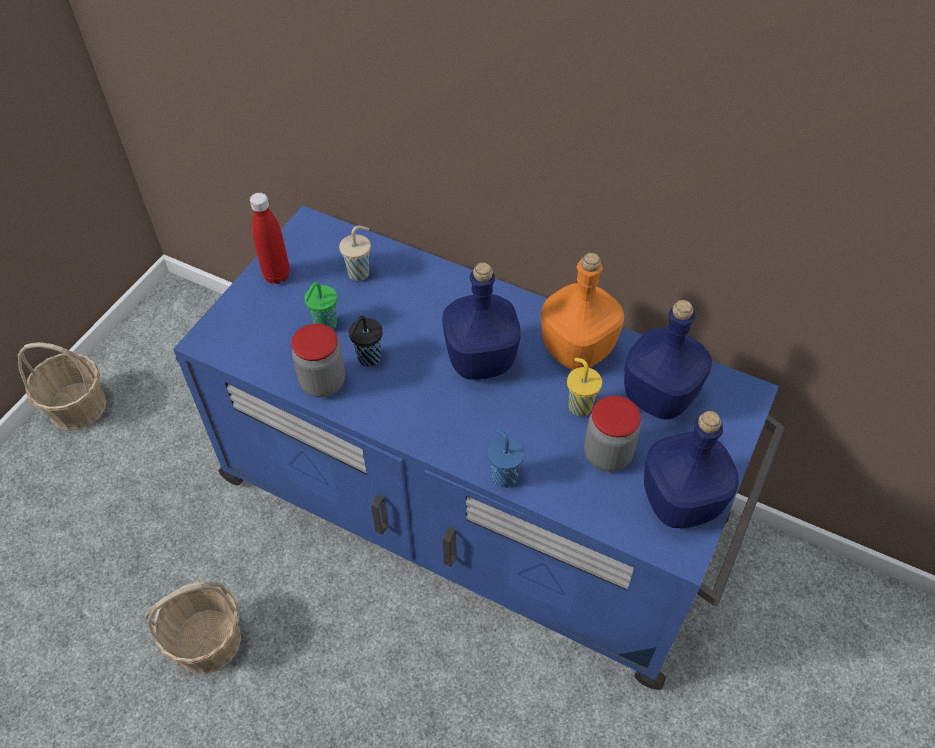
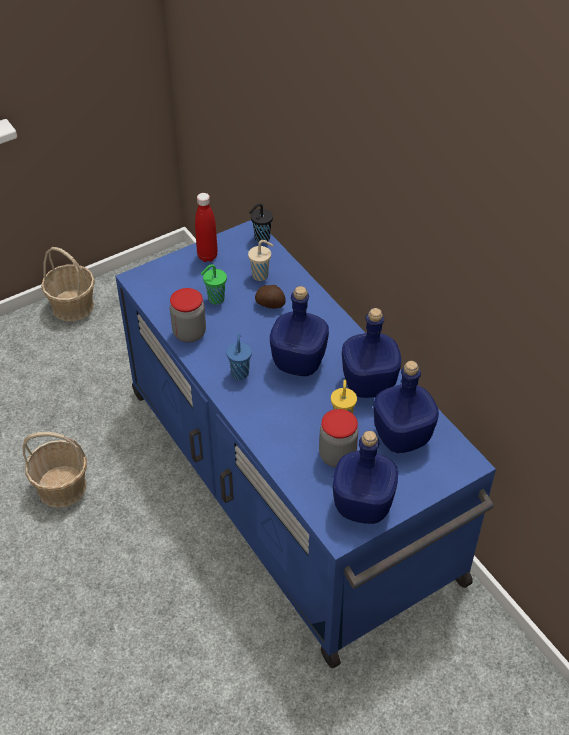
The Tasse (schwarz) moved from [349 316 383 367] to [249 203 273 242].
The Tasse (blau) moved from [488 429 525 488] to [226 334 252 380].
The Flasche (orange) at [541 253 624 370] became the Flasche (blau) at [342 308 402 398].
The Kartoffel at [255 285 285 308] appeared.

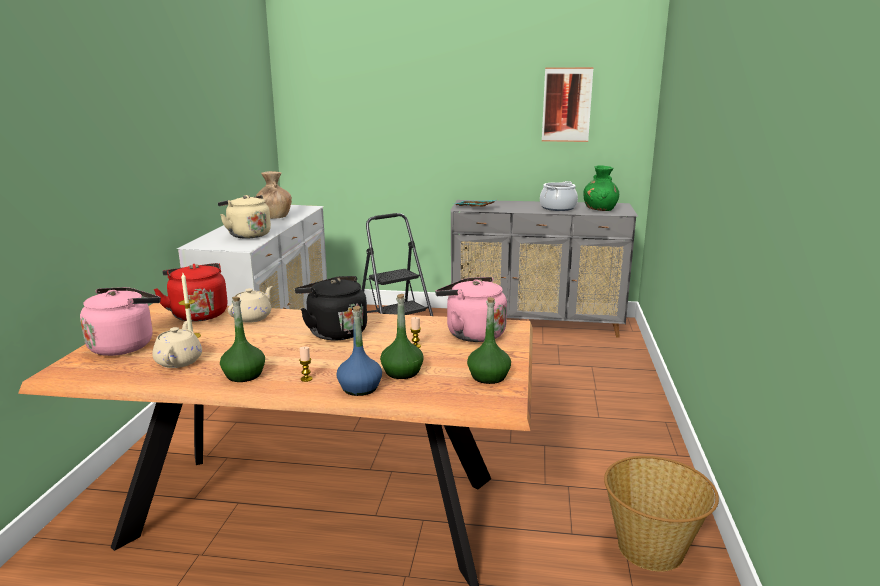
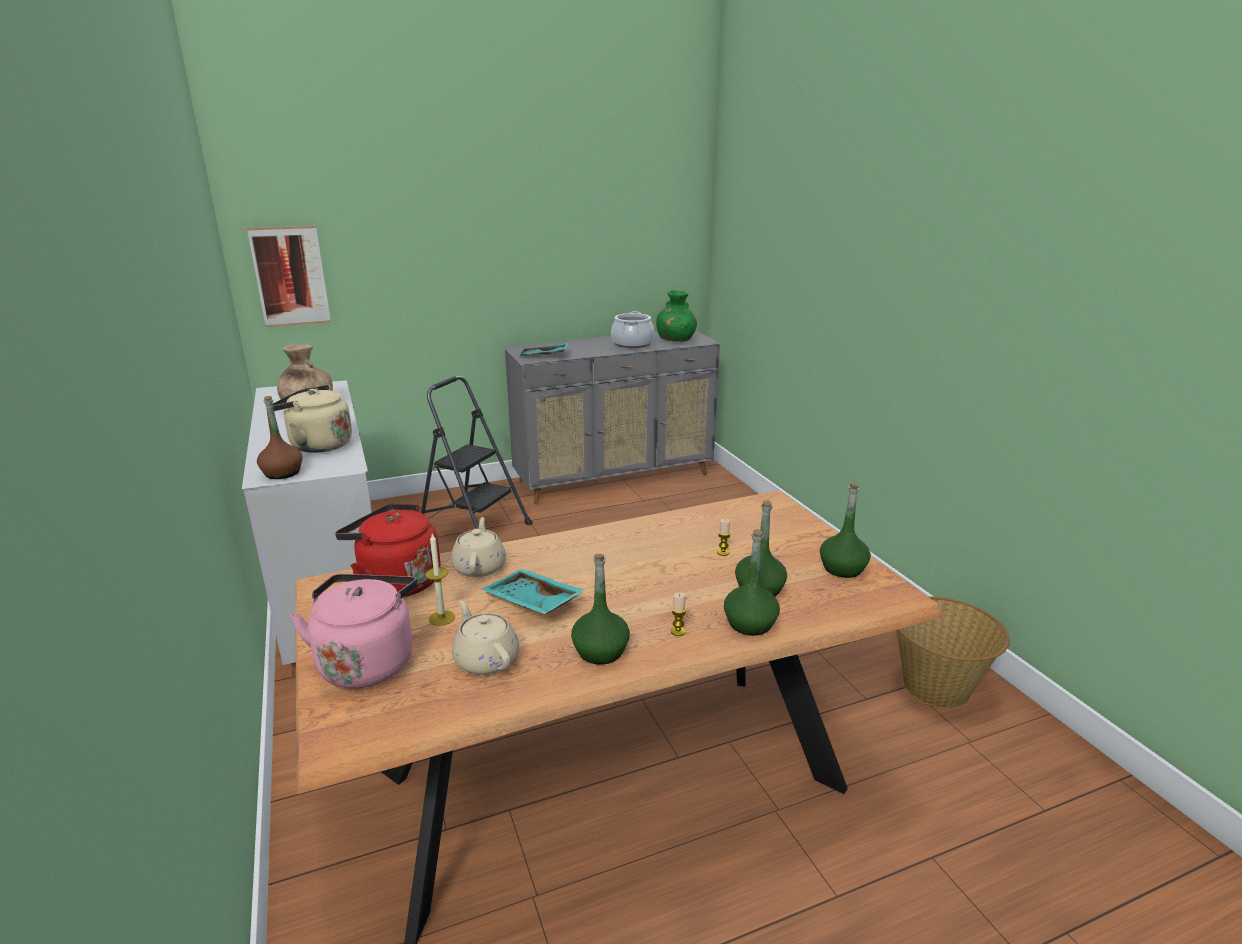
The Wasserkessel (schwarz) at [295 276 367 340] disappeared.
The Flasche (blau) at [336 306 382 396] became the Flasche (grün) at [724 529 780 636].
The Wasserkessel (rosa) at [435 277 507 342] disappeared.
The Bild moved from [542 67 594 142] to [247 226 331 327].
The Flasche (braun) at [257 396 303 479] appeared.
The Tablett (türkis) at [481 569 585 614] appeared.

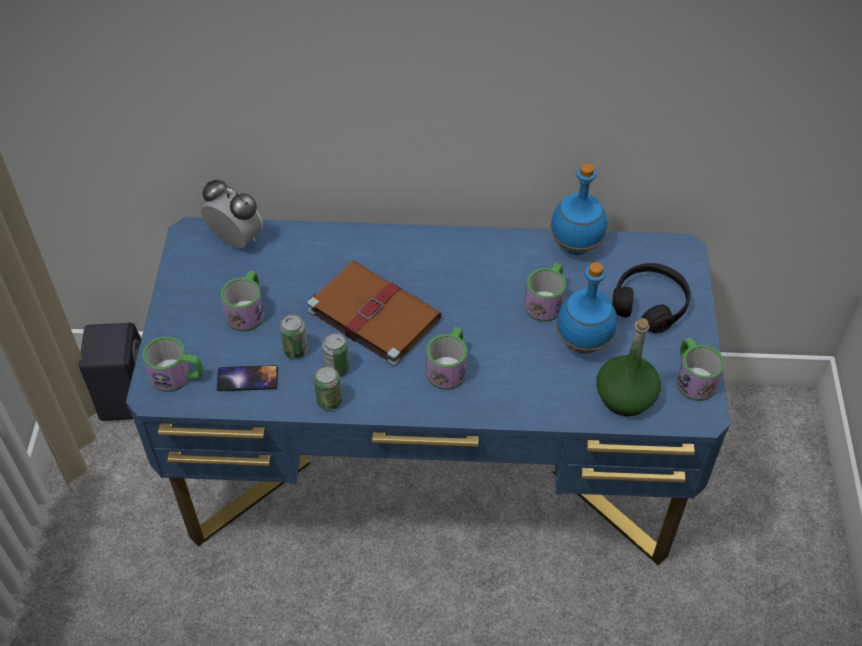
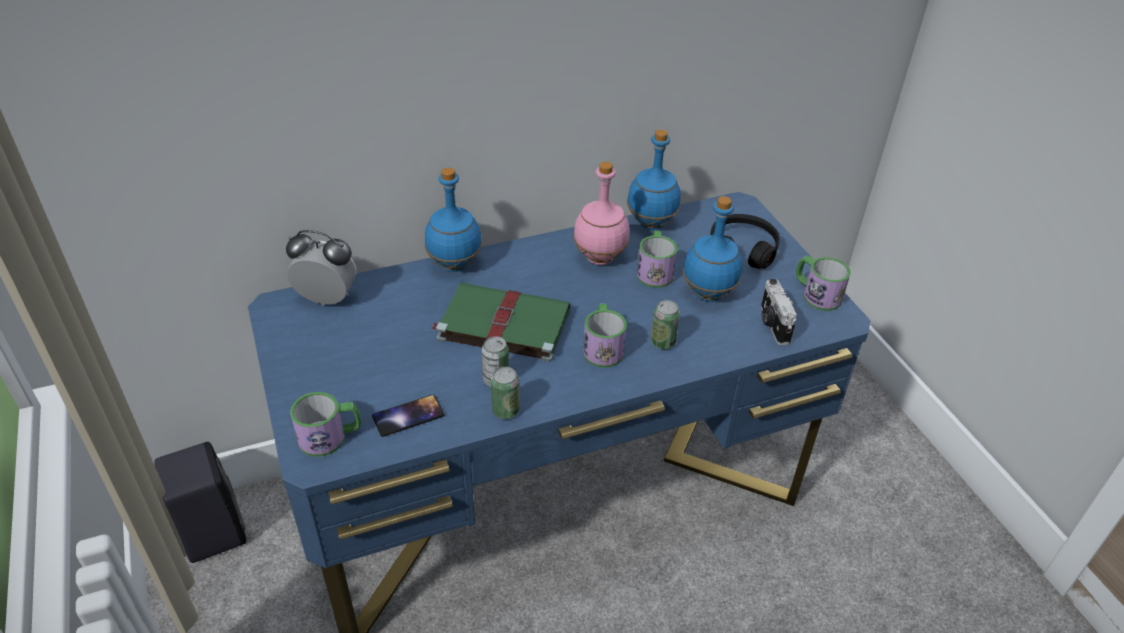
The Henkelbecher at [221 271 264 332] disappeared.
The Dose moved from [280 315 308 359] to [651 300 680 349].
The Buch (braun) at [308 261 442 366] became the Buch (grün) at [431 283 570 362].
The Flasche (grün) at [596 318 661 416] was replaced by the Kamera at [761 279 797 345].
The Flasche (blau) at [425 168 482 272] appeared.
The Flasche (rosa) at [573 162 629 265] appeared.

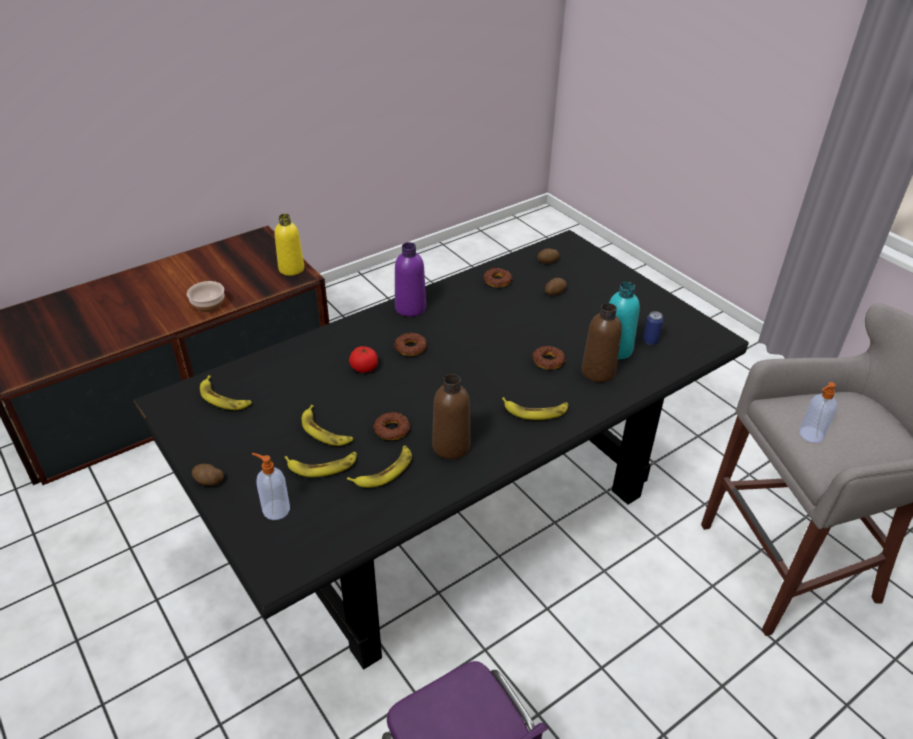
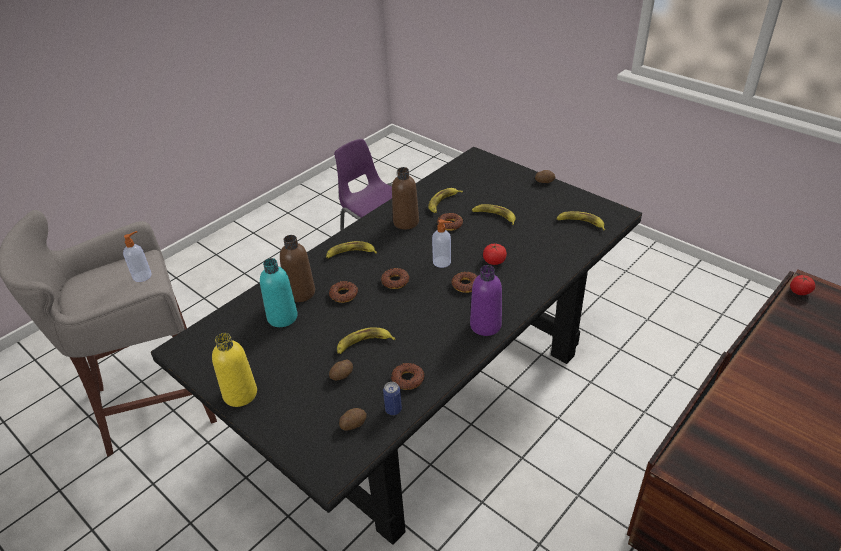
The Schüssel at [187 281 225 313] disappeared.
The Seifenspender moved from [252 453 290 520] to [432 219 452 268].
The Flasche (gelb) moved from [275 214 304 276] to [212 333 257 407].
The Banane moved from [284 452 357 477] to [337 327 396 354].
The Dose moved from [643 311 663 345] to [383 382 402 415].
The Donut at [381 268 409 289] appeared.
The Tomate at [790 275 815 295] appeared.

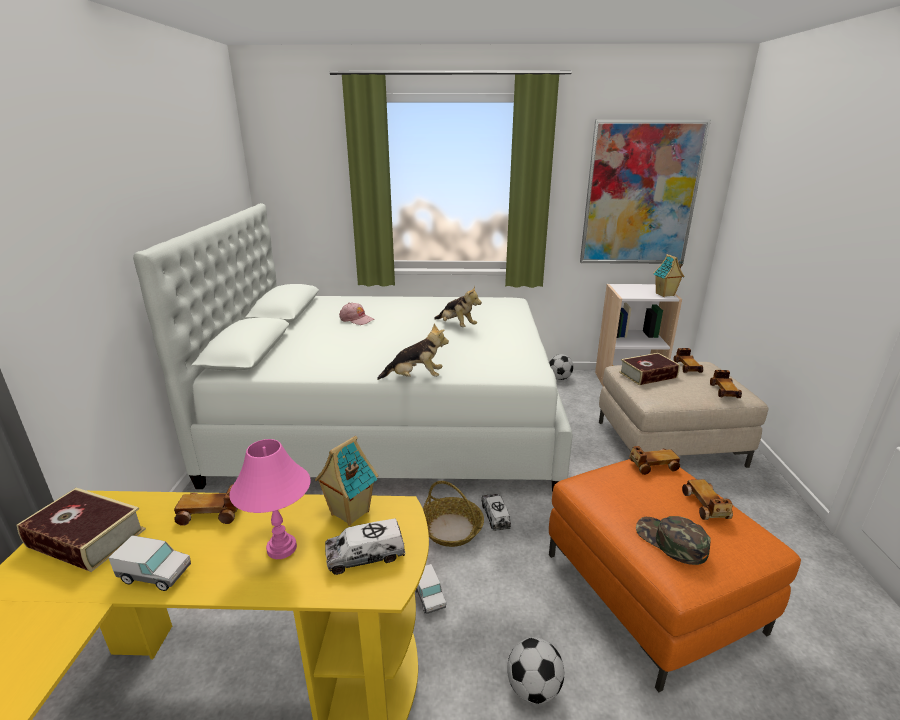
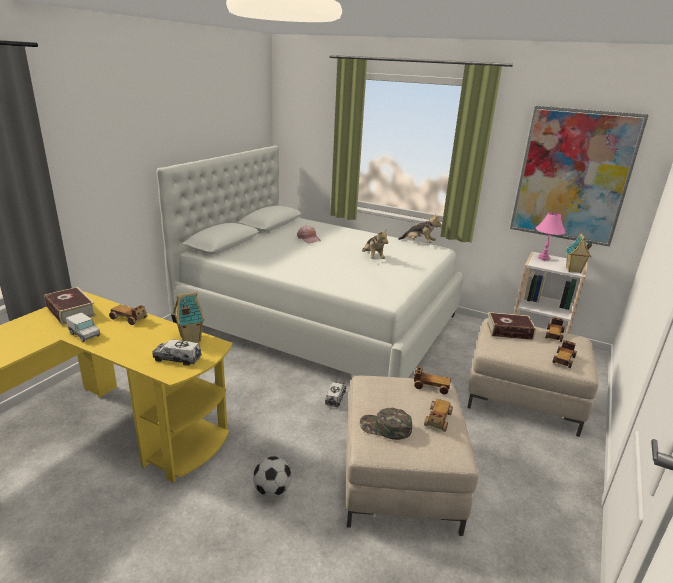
The Tischlampe (rosa) moved from [229 439 311 559] to [536 212 566 260].
The Plüschtier moved from [377 324 449 380] to [398 213 442 243].
The Spielzeuglaster at [416 564 446 614] disappeared.
The Korb at [423 481 484 547] disappeared.
The Fußball at [549 354 574 380] disappeared.
The Polsterhocker (orange) at [549 459 801 692] became the Polsterhocker (beige) at [346 376 479 536].
The Kappe (grün) at [636 516 711 565] turned 60 degrees counterclockwise.

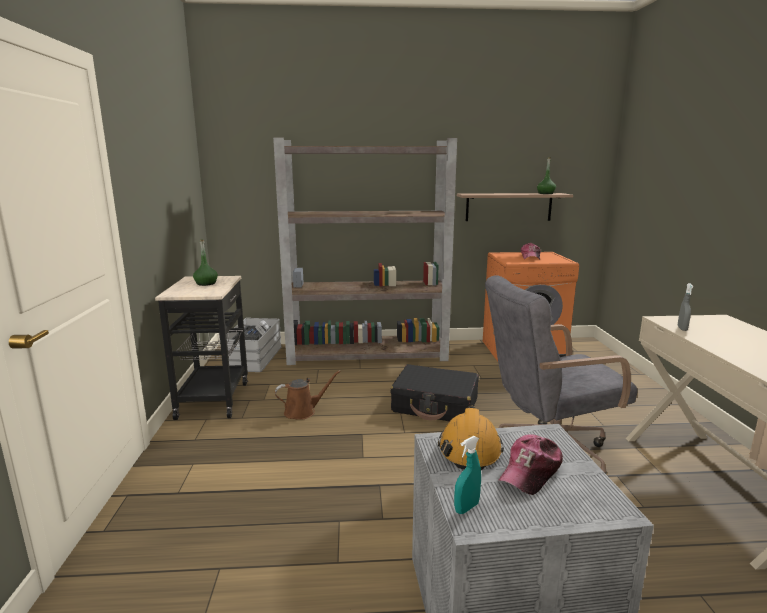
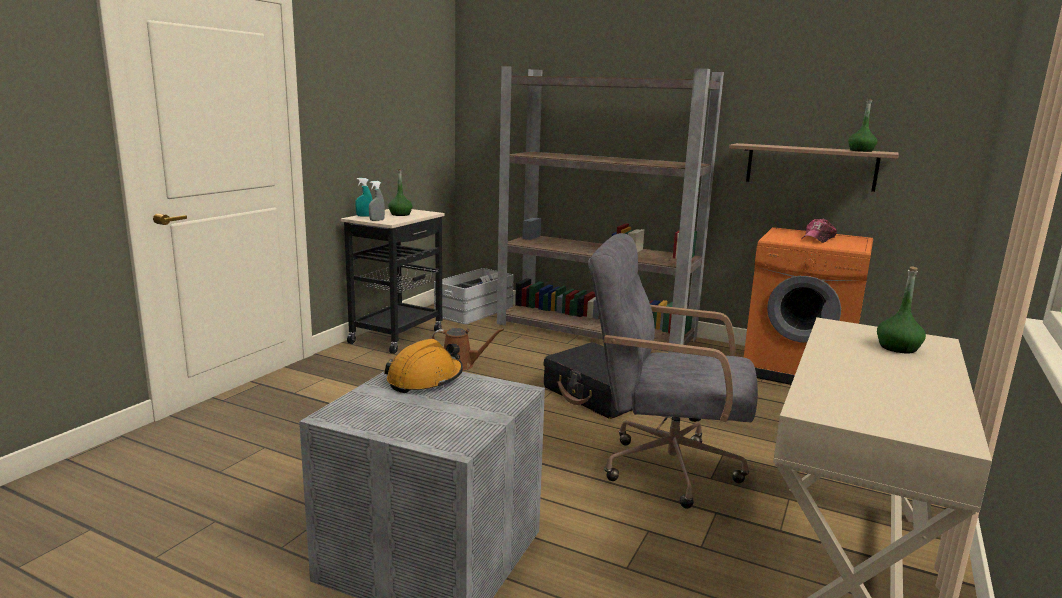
The Sprühflasche (türkis) moved from [454 436 481 514] to [355 178 372 217].
The Kappe at [499 435 563 495] disappeared.
The Sprühflasche (grau) moved from [678 283 693 331] to [369 181 385 221].
The Flasche (grün) at [877 267 926 353] appeared.

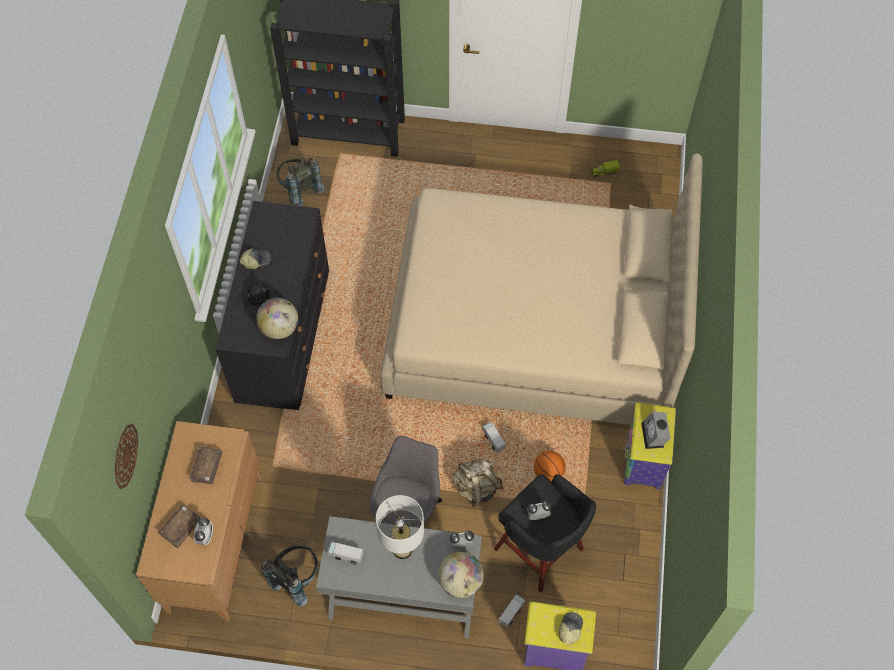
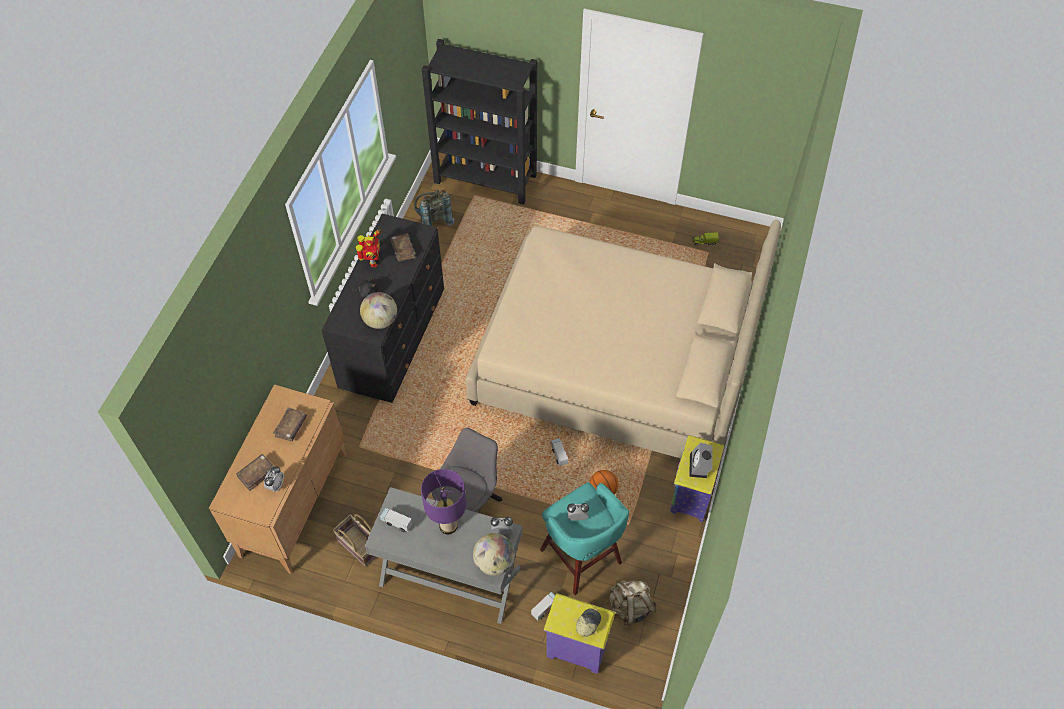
The Wanduhr at [115 424 138 489] disappeared.
The Kappe at [239 249 271 269] was replaced by the Spielzeugroboter at [356 228 382 267].
The Rucksack (schwarz) at [261 546 318 607] was replaced by the Korb at [333 514 376 567].
The Tischlampe (weiß) at [376 495 424 559] became the Tischlampe (lila) at [421 469 467 534].
The Rucksack (beige) moved from [453 460 503 507] to [609 580 657 626].
The Hocker (schwarz) at [494 474 596 593] became the Hocker (türkis) at [540 483 629 595].
The Buch (braun) at [390 233 416 262] appeared.

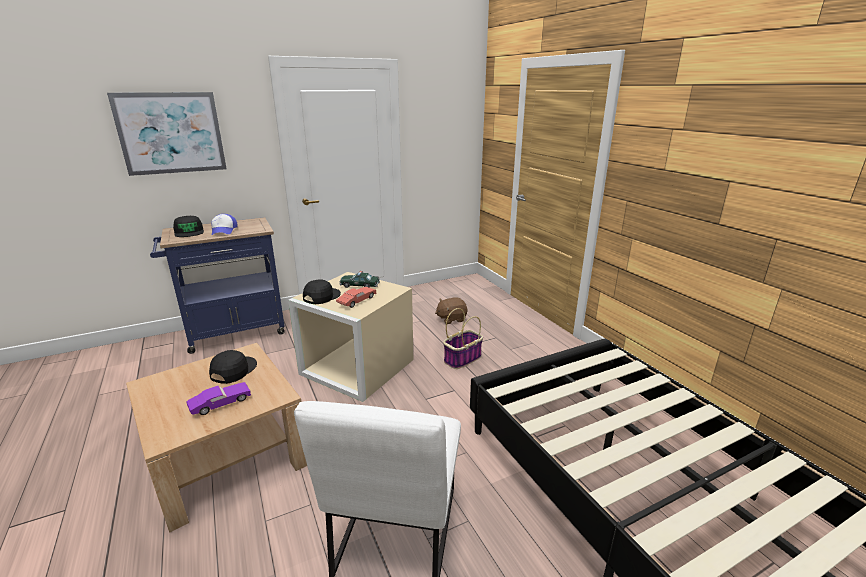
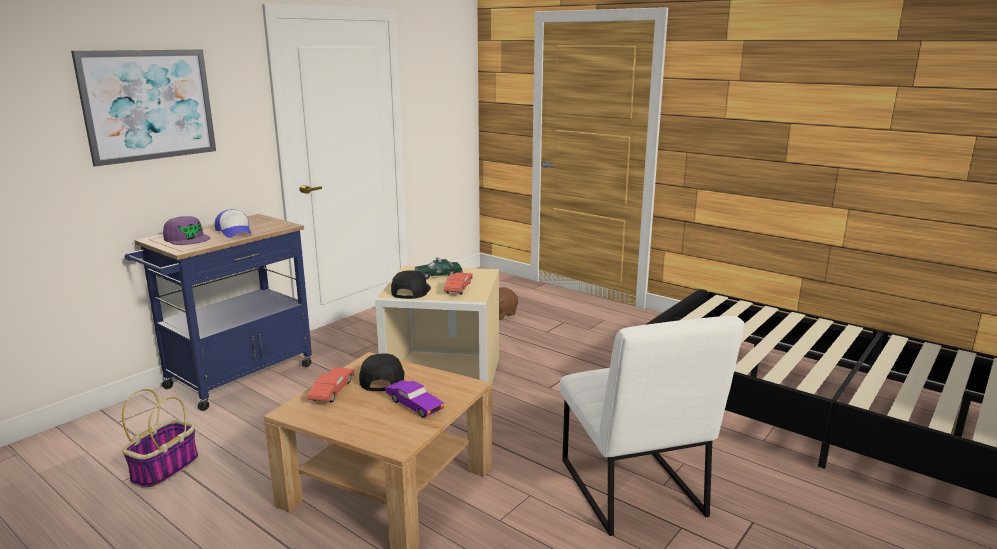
The Kappe (schwarz) at [173 216 204 237] became the Kappe (lila) at [163 216 210 245].
The Spielzeugauto (lila) at [186 382 251 415] turned 105 degrees clockwise.
The Korb moved from [443 308 483 369] to [122 389 199 489].
The Spielzeugauto (rot) at [307 367 354 403] appeared.

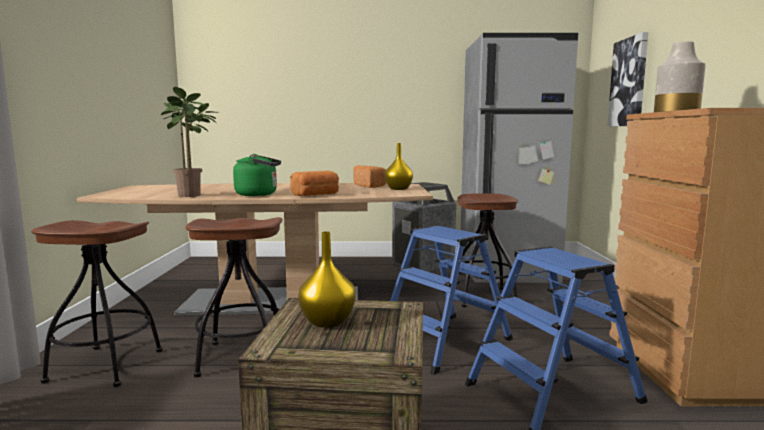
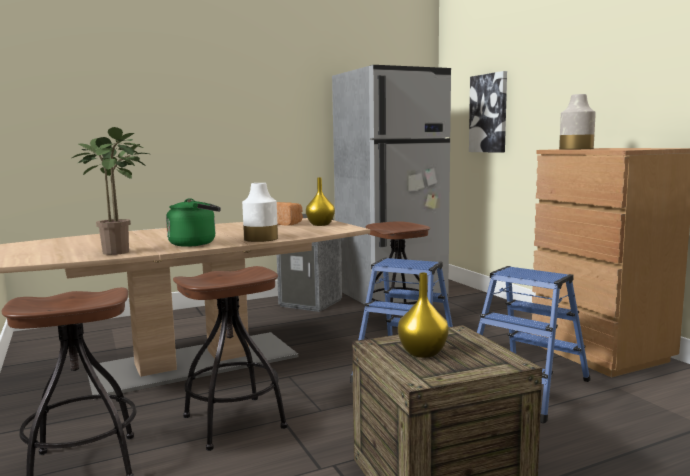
The Brot at [290 171 339 196] was replaced by the Vase (weiß) at [242 183 278 242].

